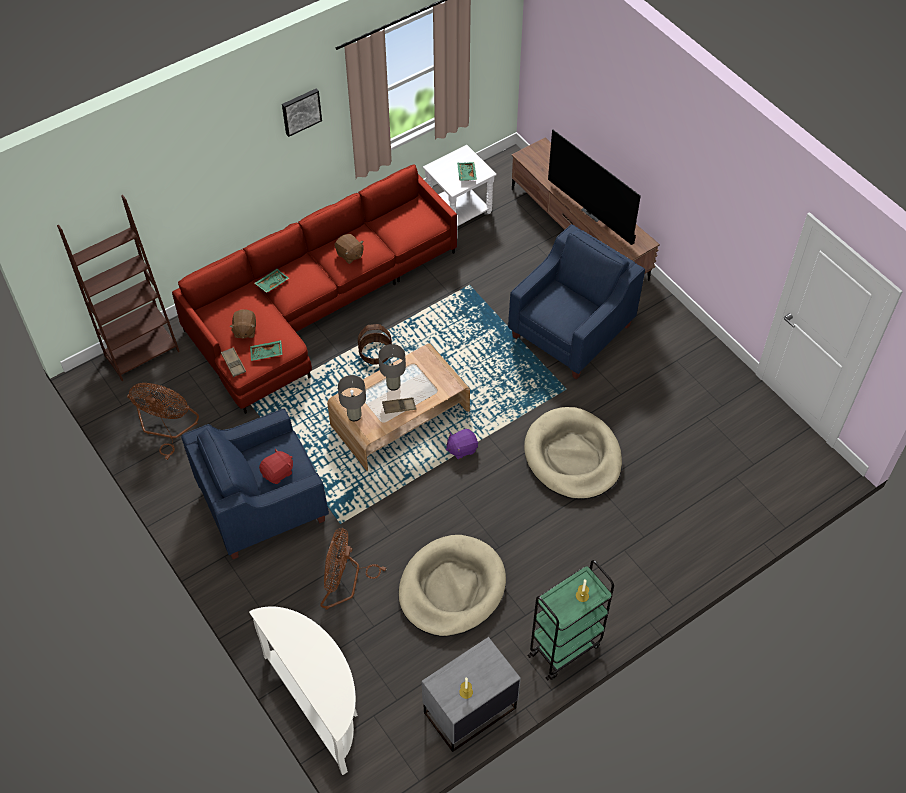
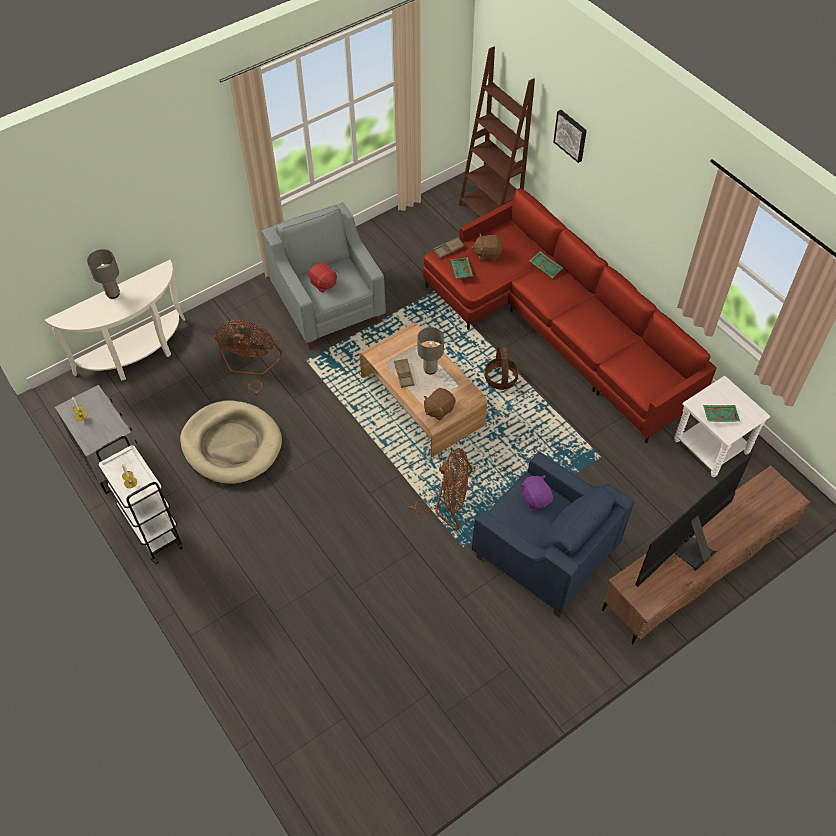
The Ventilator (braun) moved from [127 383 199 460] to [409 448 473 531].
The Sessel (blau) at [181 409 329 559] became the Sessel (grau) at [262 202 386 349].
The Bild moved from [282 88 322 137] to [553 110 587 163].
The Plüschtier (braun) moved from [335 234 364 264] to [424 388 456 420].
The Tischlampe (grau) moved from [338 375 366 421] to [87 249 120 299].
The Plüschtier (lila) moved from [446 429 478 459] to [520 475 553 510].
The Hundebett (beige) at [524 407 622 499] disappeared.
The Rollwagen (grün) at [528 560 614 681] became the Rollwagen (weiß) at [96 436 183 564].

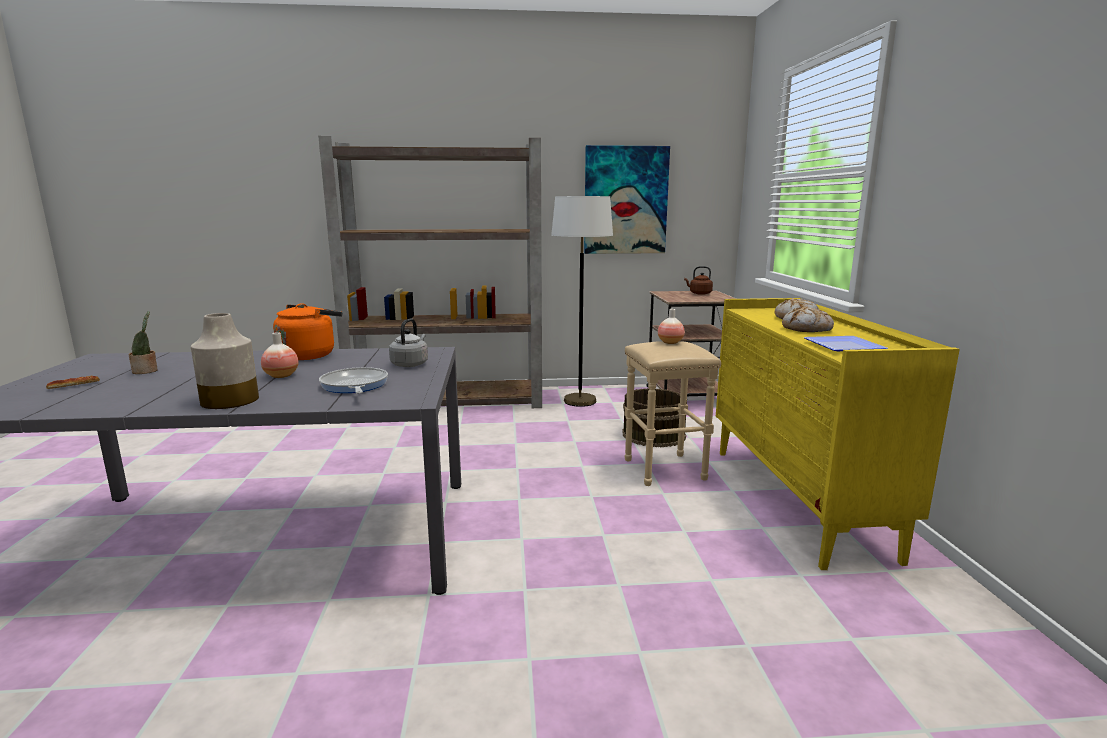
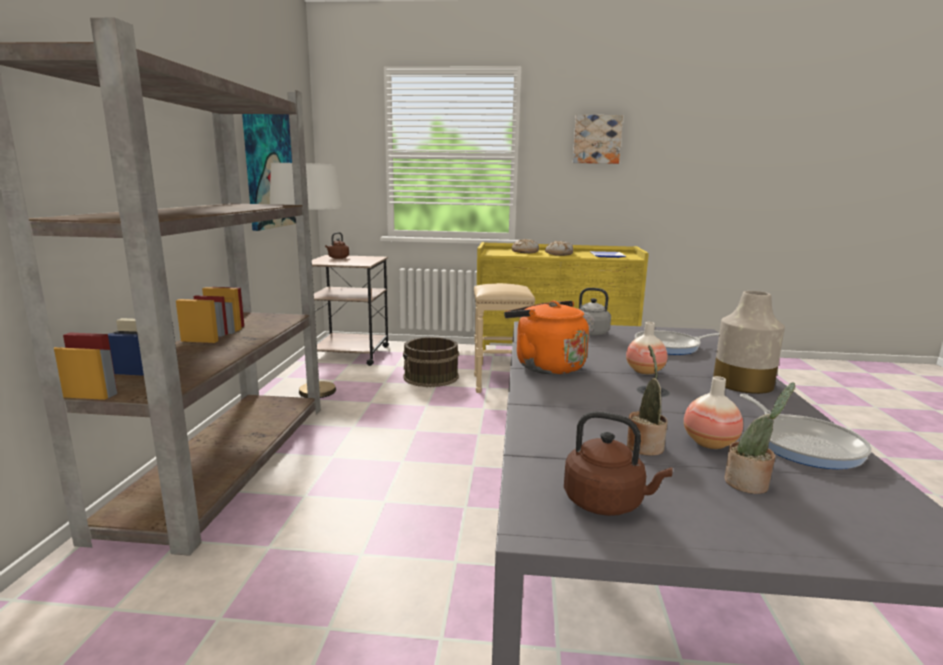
The Brot at [46 376 100 389] was replaced by the Topfpflanze at [725 382 795 494].
The Vase moved from [658 309 685 344] to [684 376 743 449].
The Wasserkessel (braun) at [564 411 673 516] appeared.
The Bild at [573 115 623 164] appeared.
The Pfanne at [740 394 872 469] appeared.

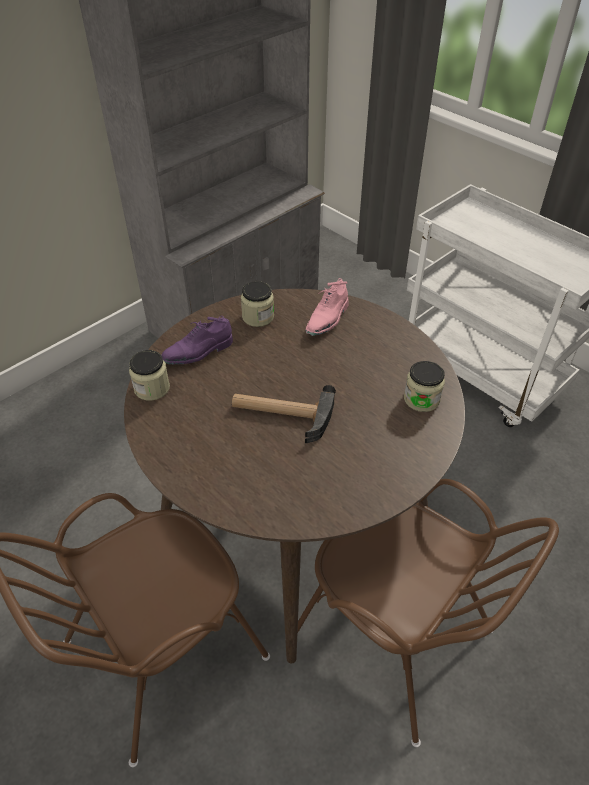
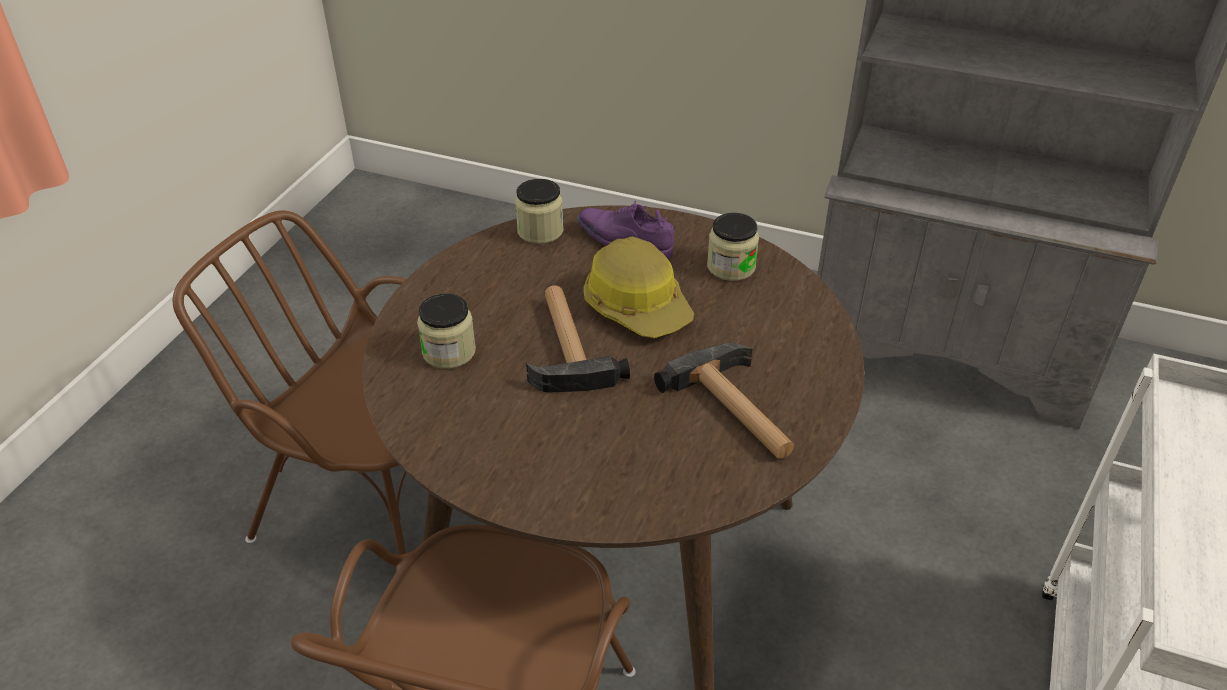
The Schuh (rosa) at [306 278 349 336] disappeared.
The Vorratsglas moved from [404 361 445 412] to [417 294 476 369].
The Schutzhelm at [583 237 694 338] appeared.
The Hammer at [654 343 794 459] appeared.

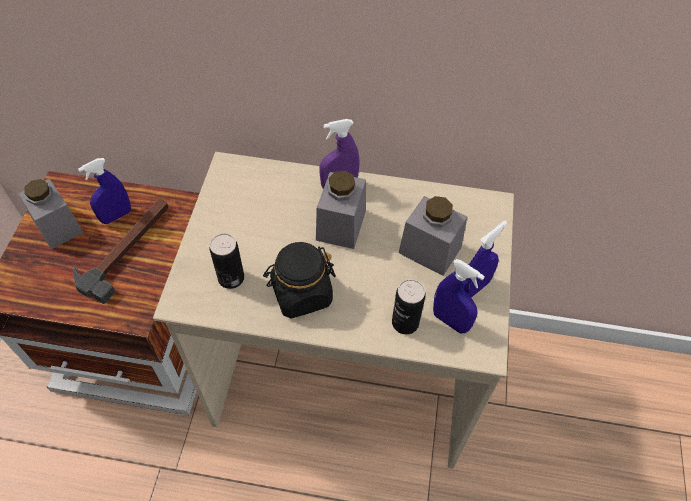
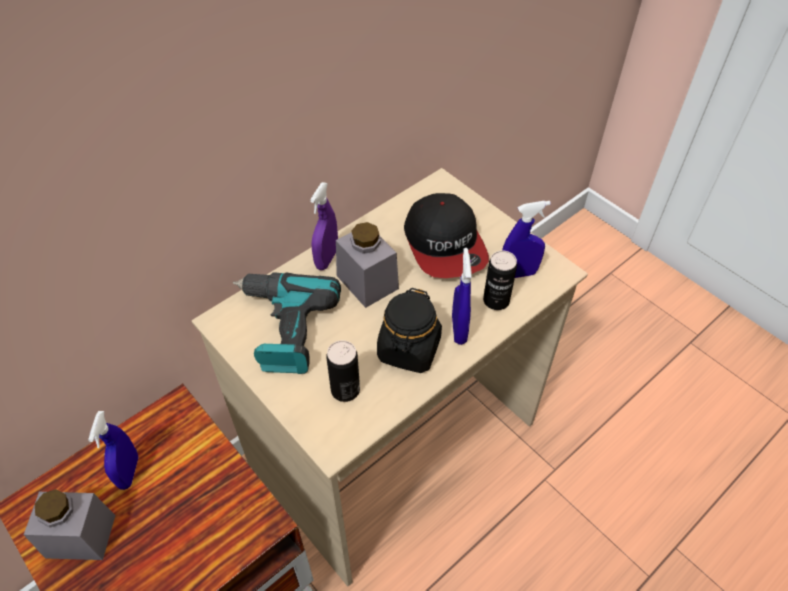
The Hammer at [73 199 168 304] disappeared.
The Vorratsglas (grau) at [399 196 467 276] was replaced by the Kappe at [404 193 489 278].
The Sprühflasche (blau) moved from [464 221 508 298] to [452 248 472 345].
The Bohrmaschine at [233 272 341 374] appeared.

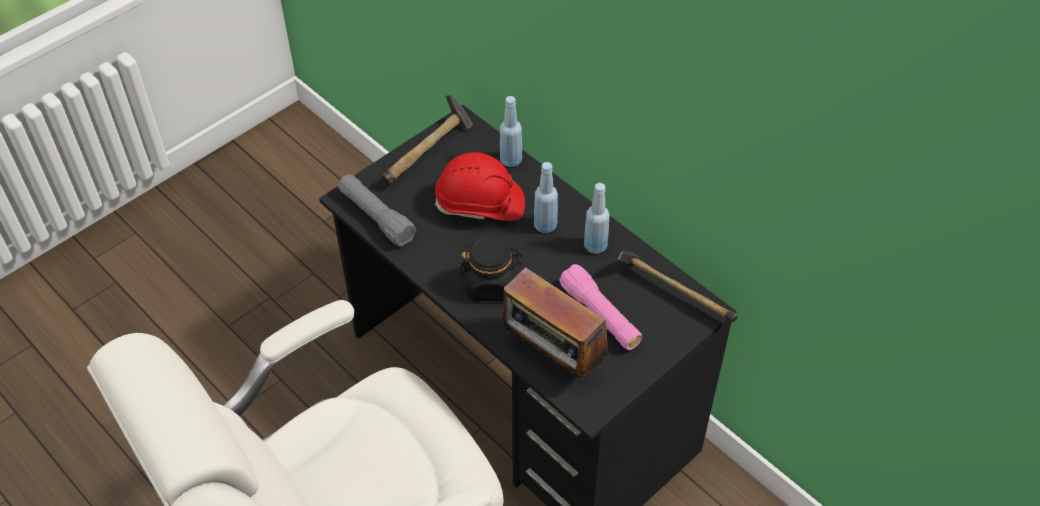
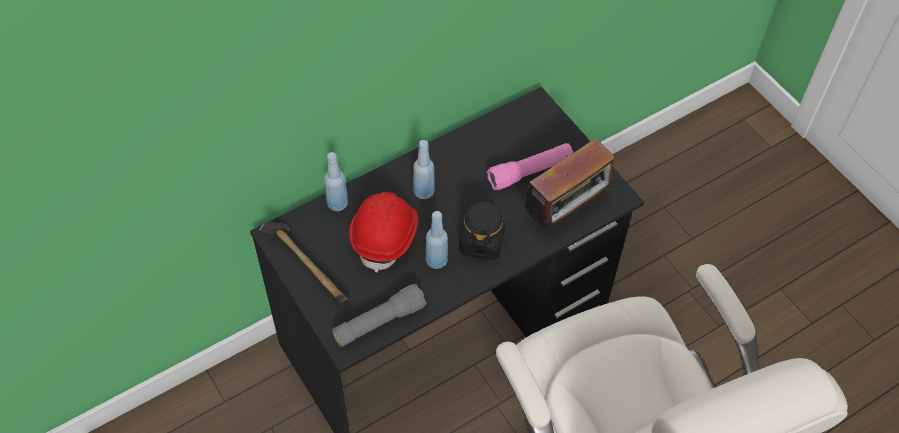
The Flasche (blau) moved from [584 183 610 254] to [426 211 448 269].
The Hammer at [618 251 738 322] disappeared.

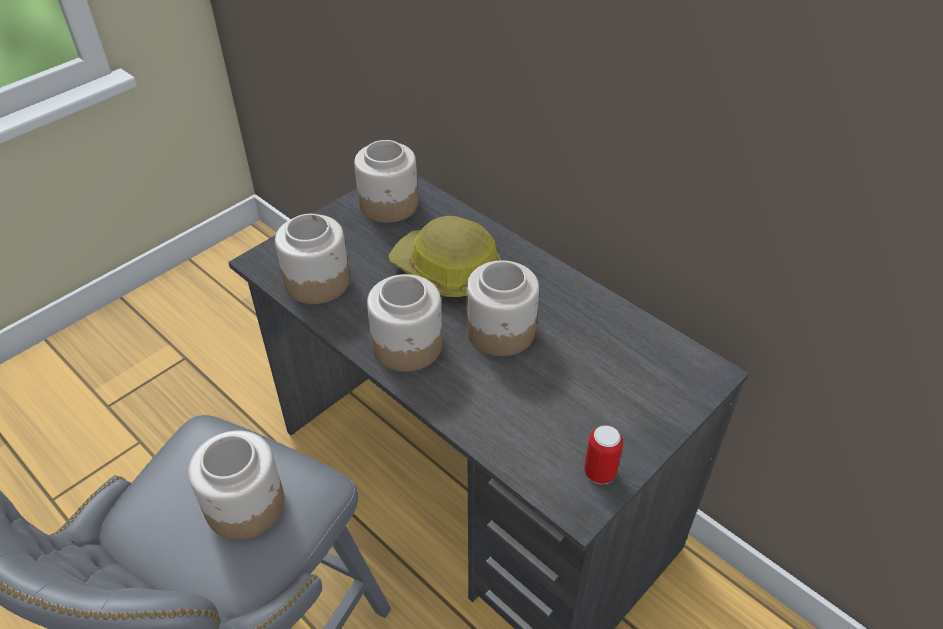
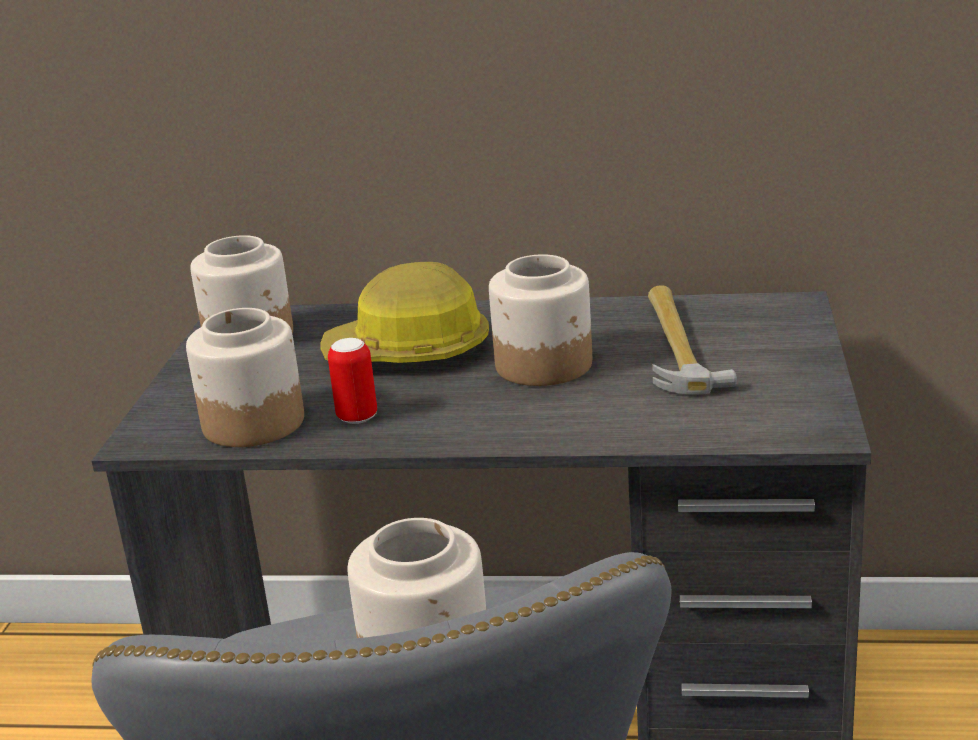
The Vorratsglas at [367 274 443 372] disappeared.
The Dose moved from [584 425 623 484] to [328 338 377 424].
The Hammer at [648 285 737 395] appeared.

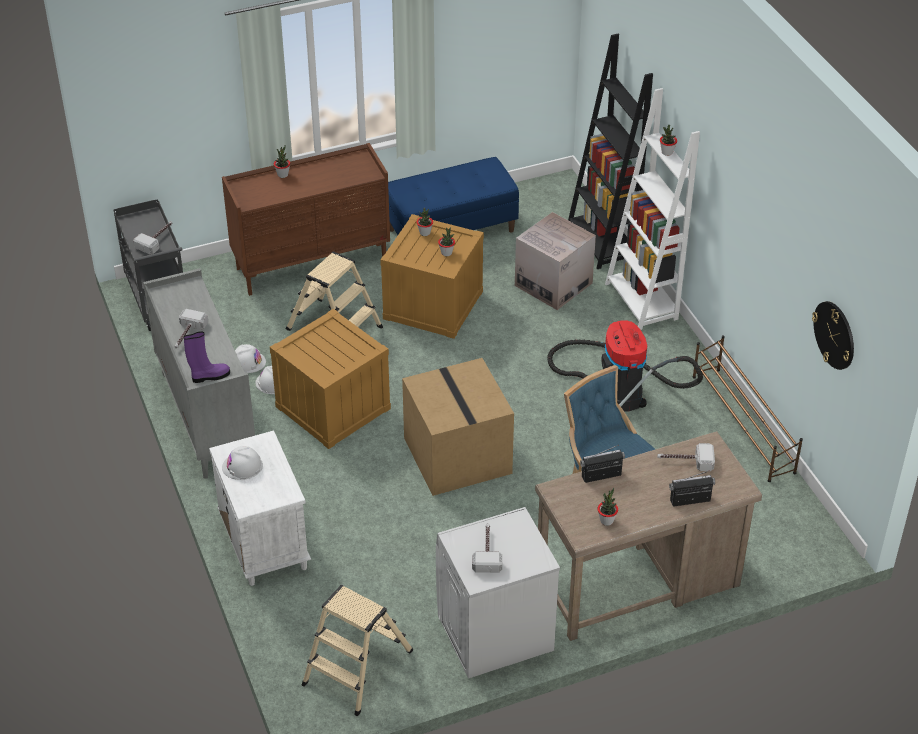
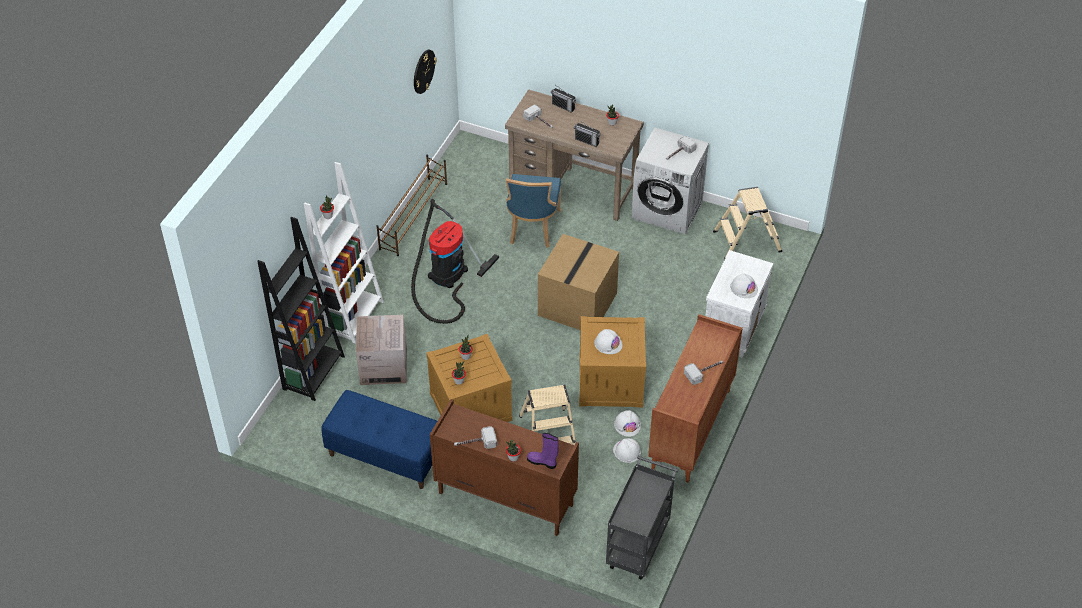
The Hammer moved from [133 221 172 255] to [454 426 497 449].
The Schrank (grau) at [143 268 255 478] became the Schrank (braun) at [648 314 743 483].
The Stiefel (lila) moved from [184 331 230 383] to [527 433 559 469].
The Schutzhelm (weiß) at [594 329 623 354] appeared.

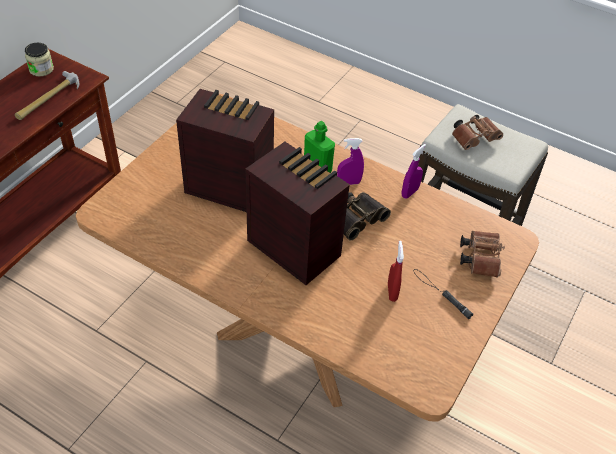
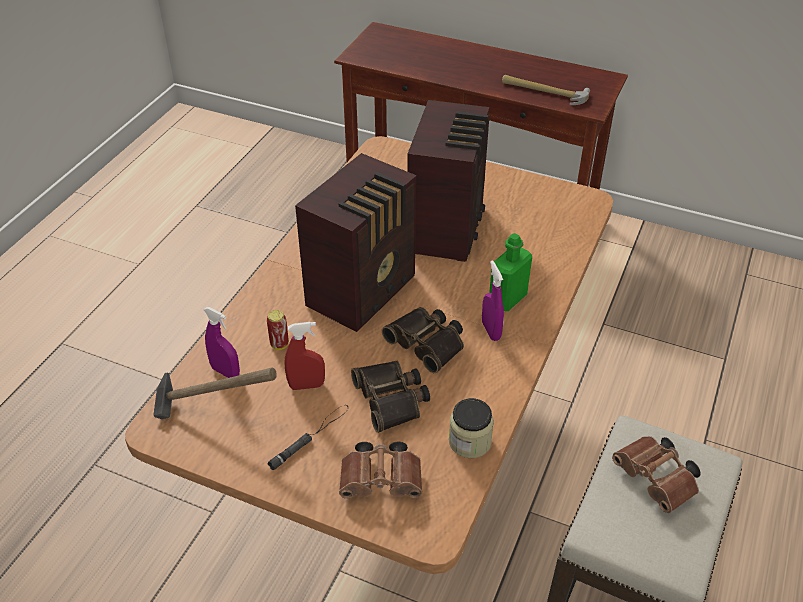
The Vorratsglas moved from [25 43 54 77] to [449 398 494 458].
The Sprühflasche (lila) moved from [402 144 426 199] to [204 307 240 378].
The Hammer at [153 368 277 419] appeared.
The Dose at [267 310 289 350] appeared.
The Fernglas at [351 361 430 433] appeared.

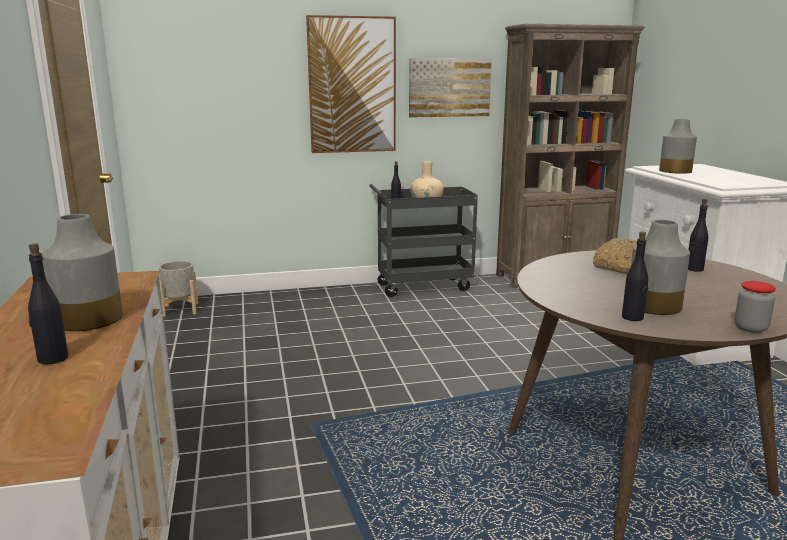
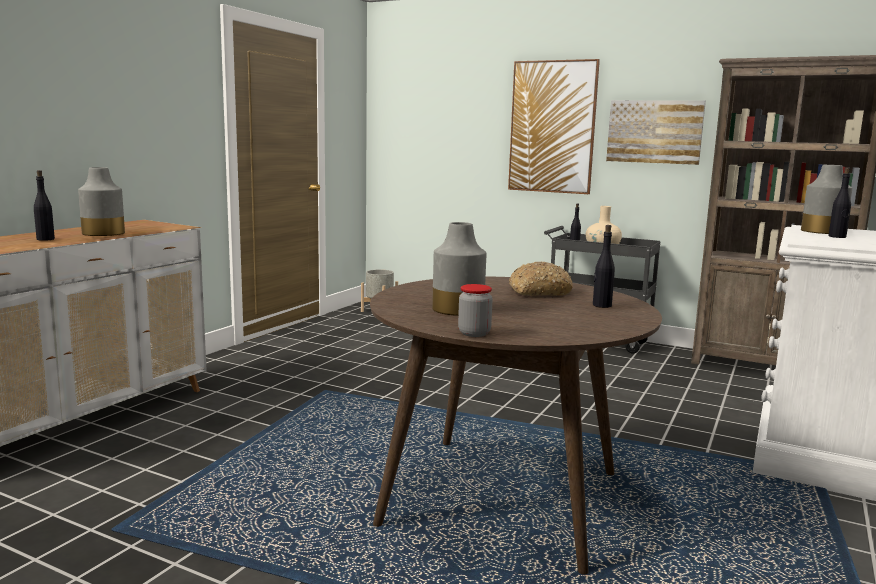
The Flasche (schwarz) moved from [622 231 648 321] to [828 167 851 238].

